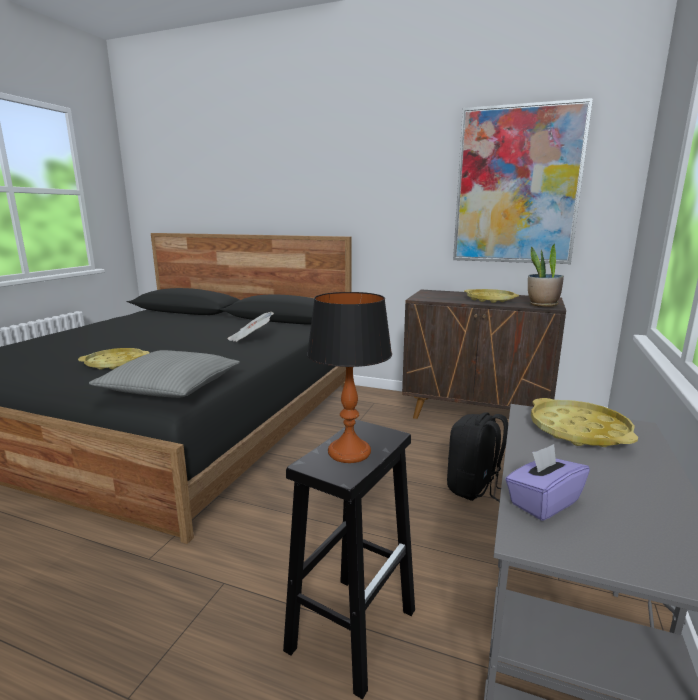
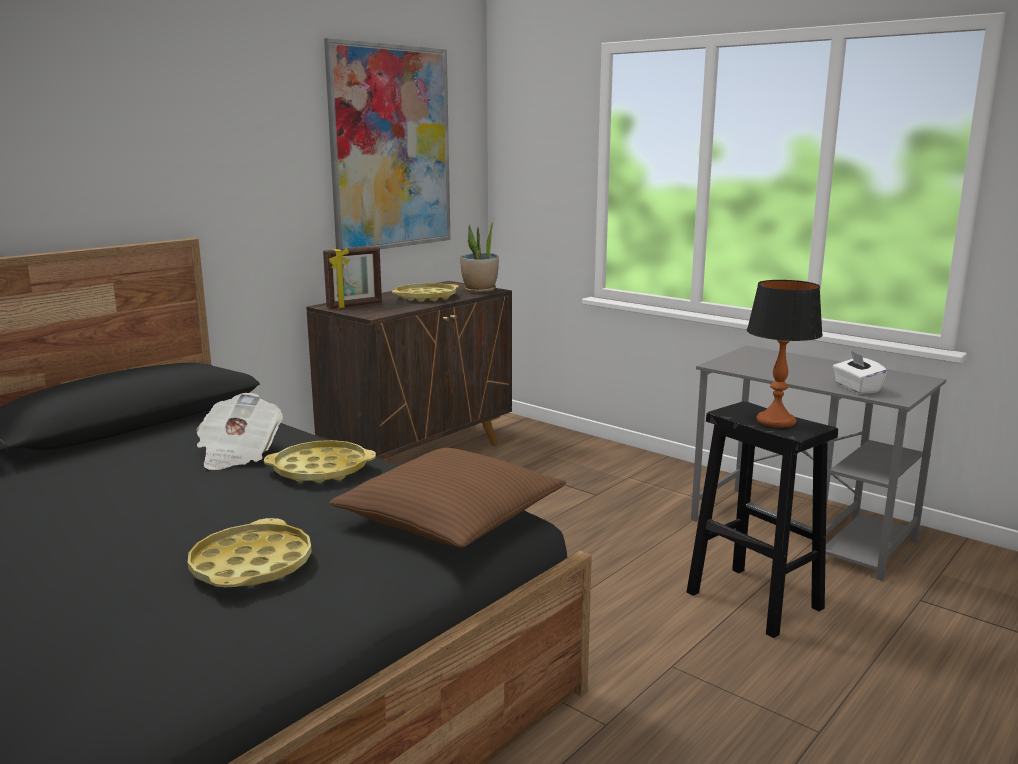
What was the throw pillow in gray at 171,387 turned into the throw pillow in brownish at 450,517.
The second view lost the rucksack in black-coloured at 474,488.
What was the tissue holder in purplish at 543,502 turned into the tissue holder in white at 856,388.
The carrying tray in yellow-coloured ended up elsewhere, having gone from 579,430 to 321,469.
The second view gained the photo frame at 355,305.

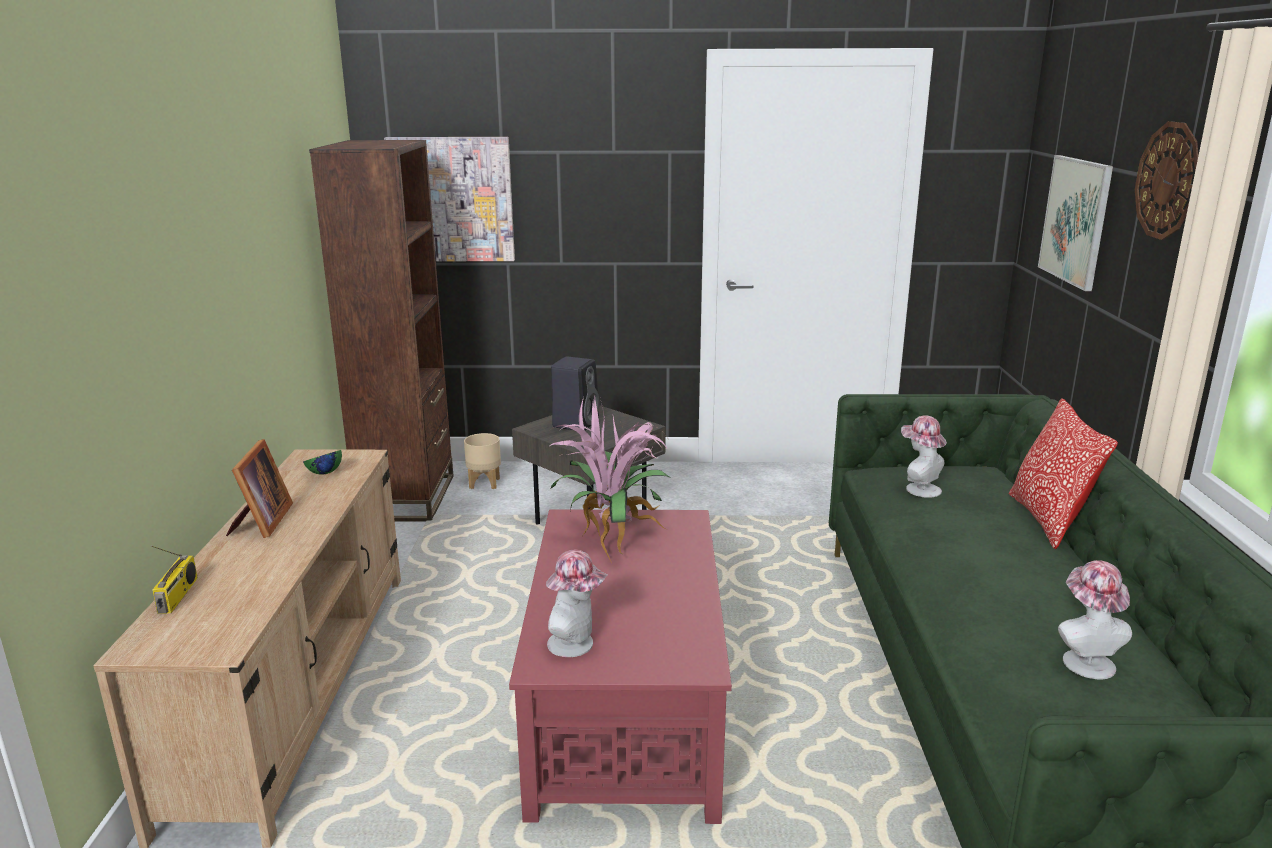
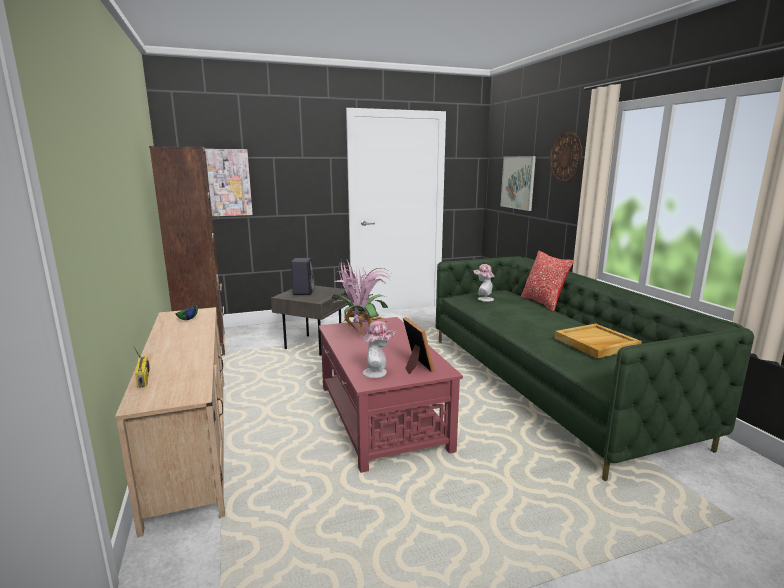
The photo frame ended up elsewhere, having gone from 261,522 to 415,365.
The second view lost the planter in beige at 484,483.
Where the wearable hat stood at 1084,660, the carrying tray in beige came to stand at 596,343.

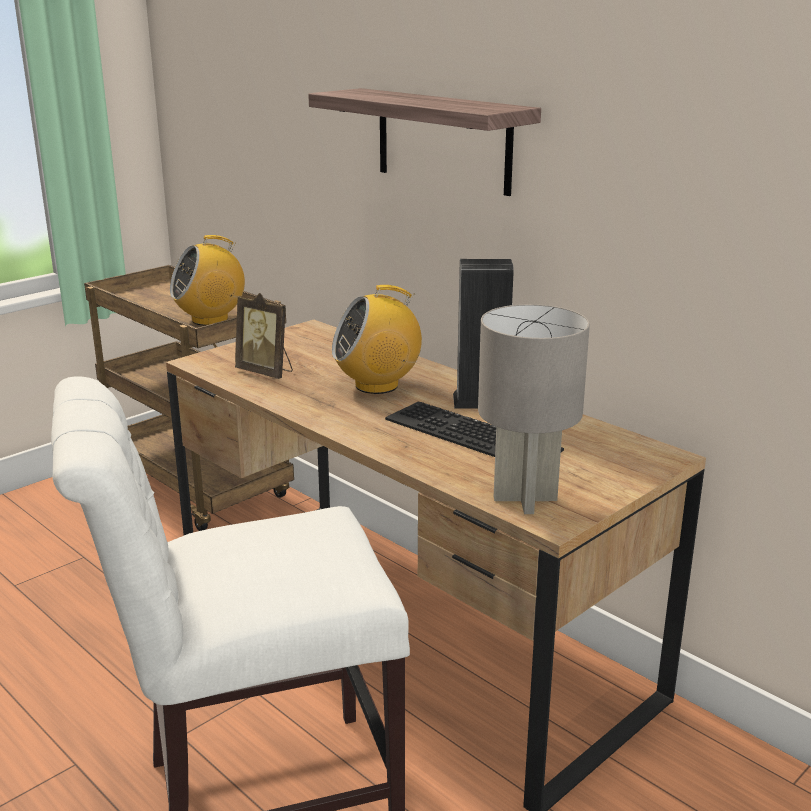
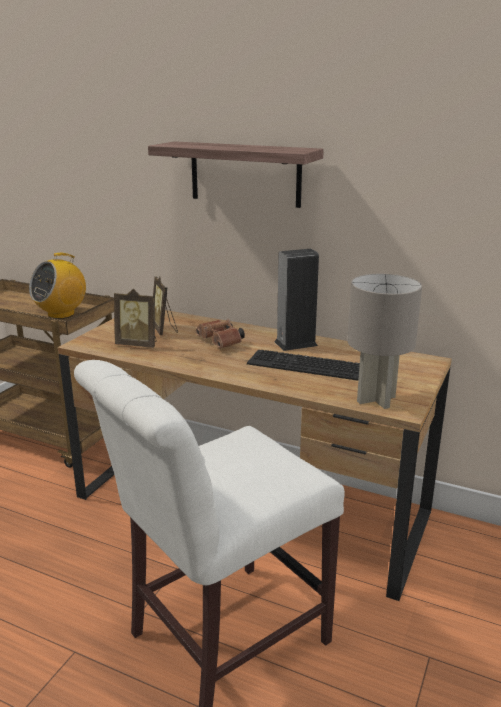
Where the radio stood at 377,385, the pair of binoculars in brownish came to stand at 221,343.
The second view gained the photo frame at 164,329.

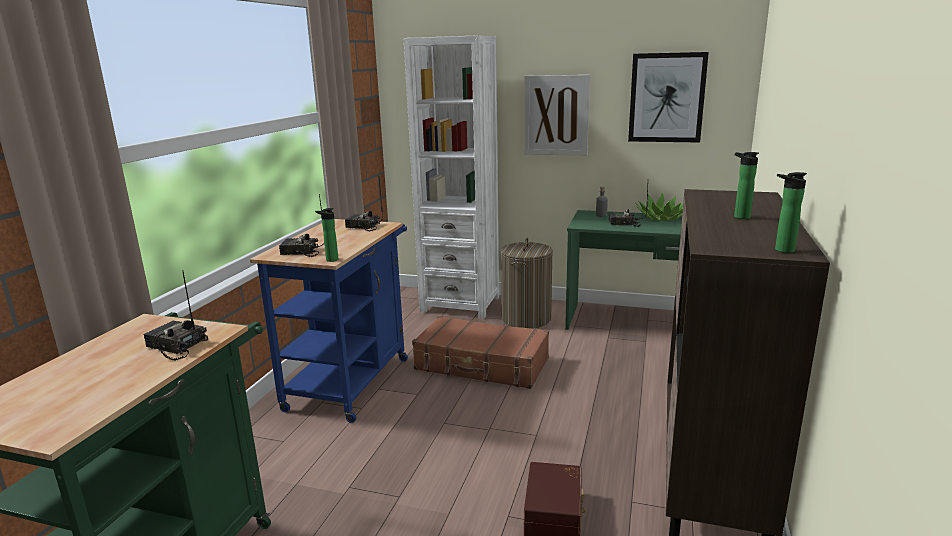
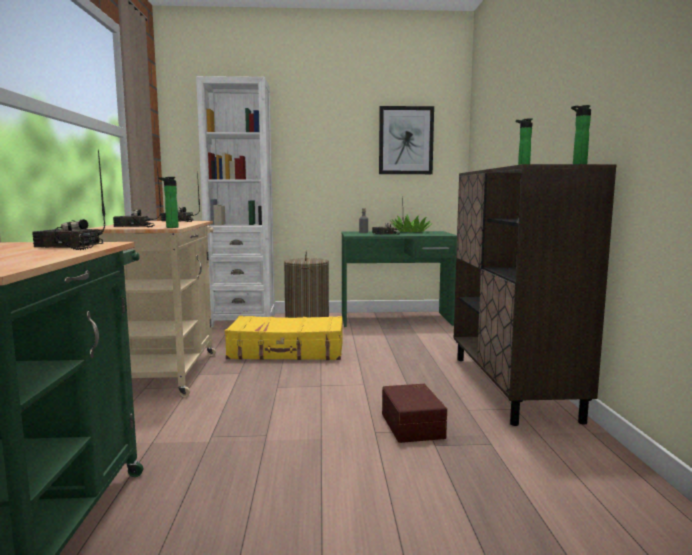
What was the wheeled cart in blue at 351,379 turned into the wheeled cart in beige at 166,371.
What was the travel case in brownish at 482,365 turned into the travel case in yellow-coloured at 287,351.
The second view lost the wall picture at 556,115.

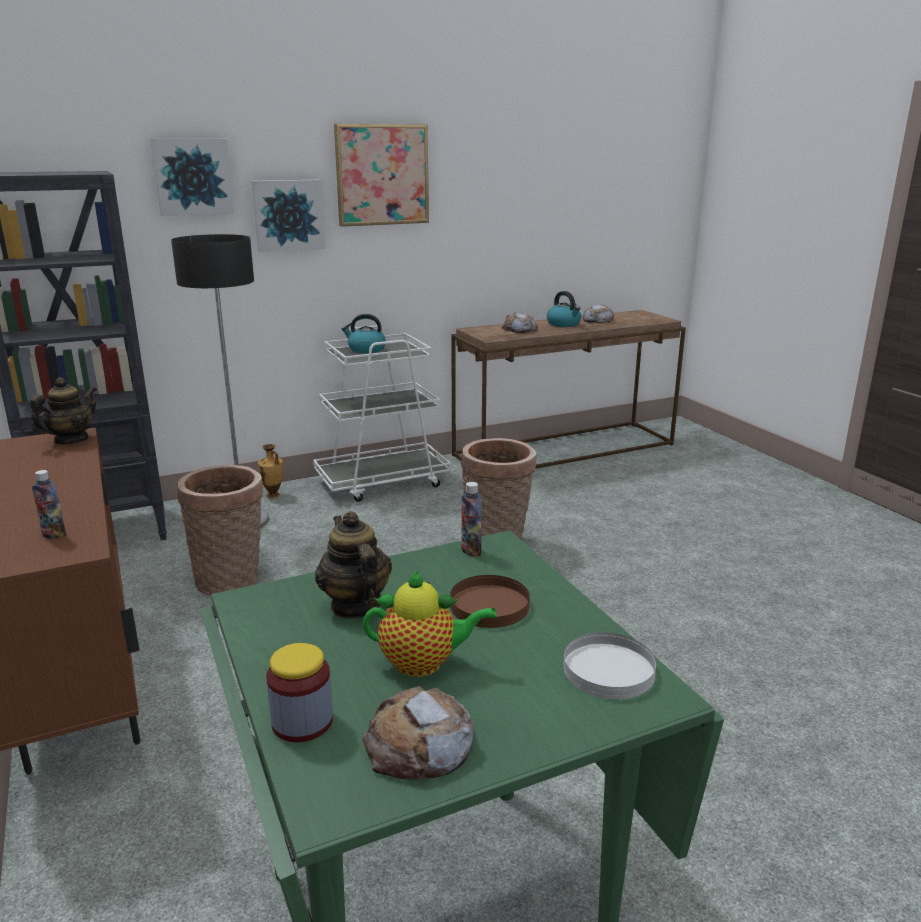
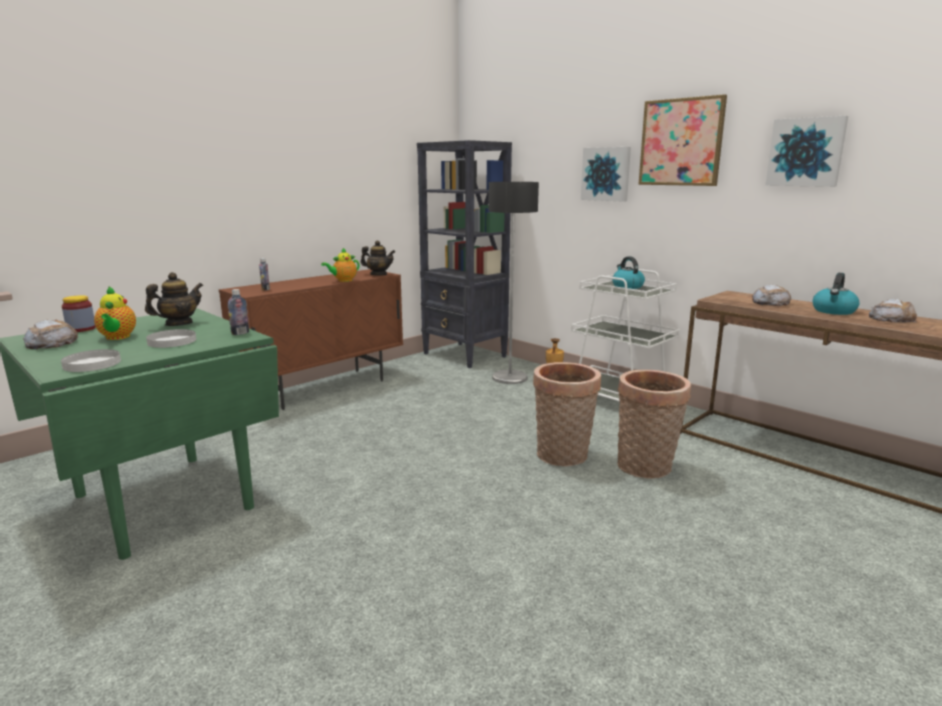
The wall picture ended up elsewhere, having gone from 192,177 to 806,152.
The storage basket ended up elsewhere, having gone from 231,580 to 646,468.
What was the flat dish in brownish at 490,605 turned into the flat dish in white at 172,341.
The second view gained the pot for tea at 343,280.

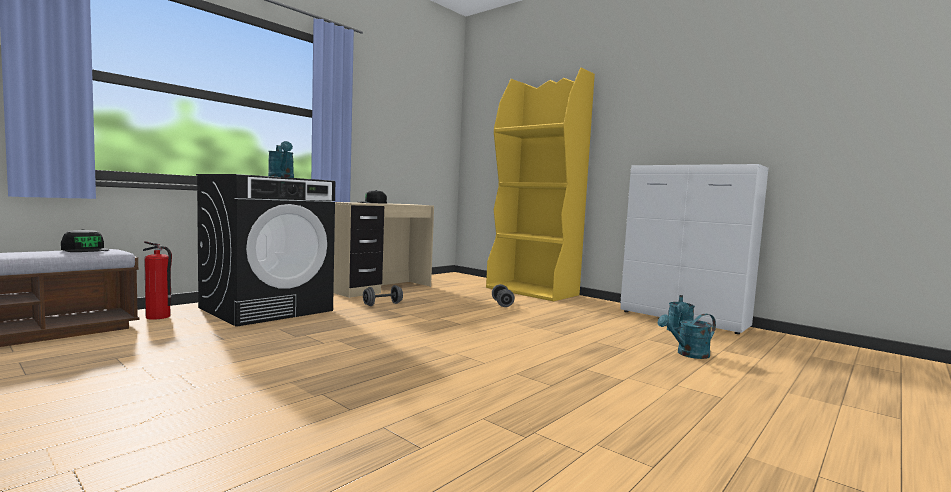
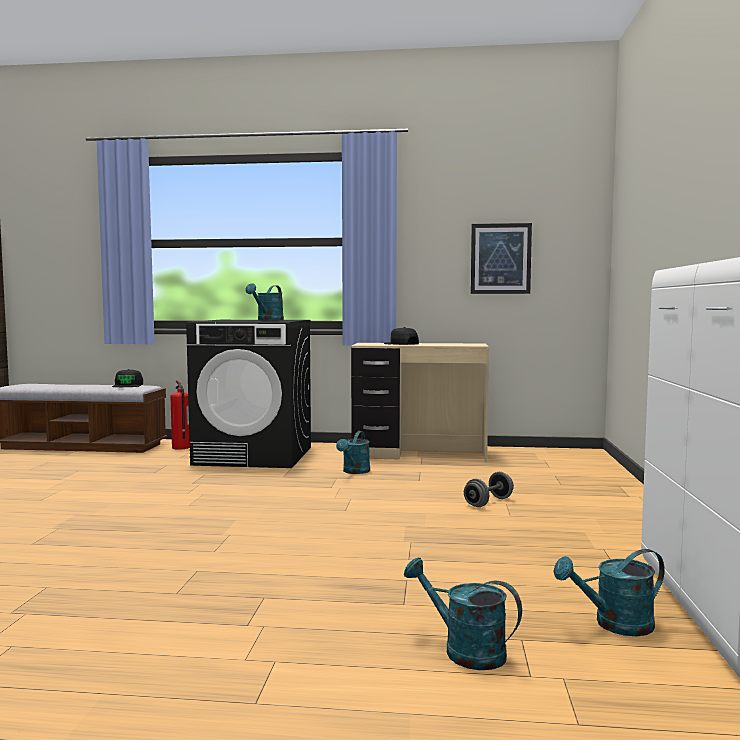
Where the hand weight in gray stood at 382,304, the watering can in blue-green came to stand at 354,472.
The second view lost the shelving unit in yellow-coloured at 532,291.
The second view gained the wall picture at 500,258.

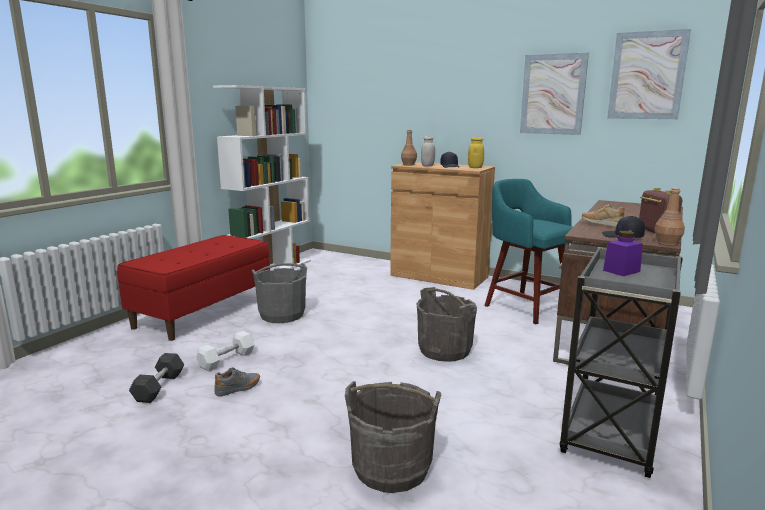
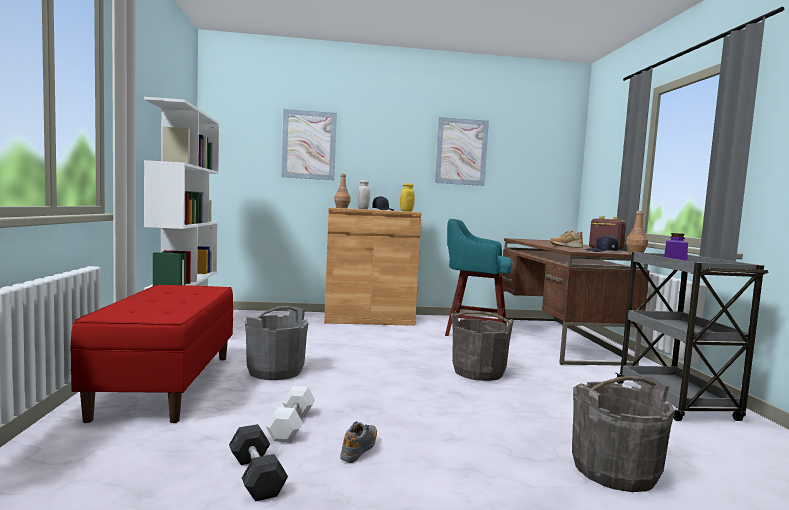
The wall picture ended up elsewhere, having gone from 647,75 to 309,145.

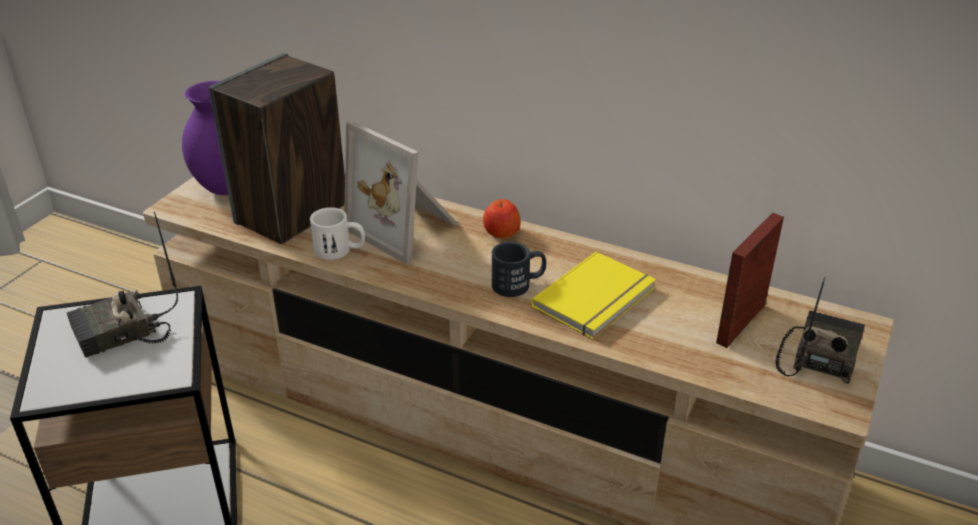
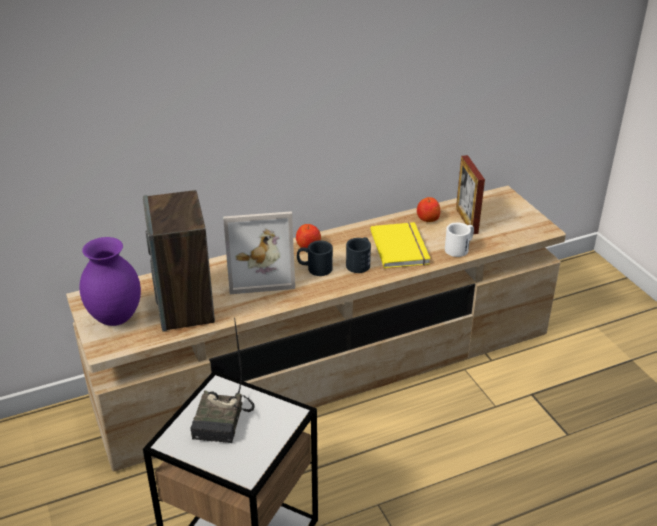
The coffee mug in white ended up elsewhere, having gone from 340,250 to 460,248.
The second view lost the radio at 818,356.
The second view gained the coffee mug in black-coloured at 314,268.
The second view gained the apple at 427,218.

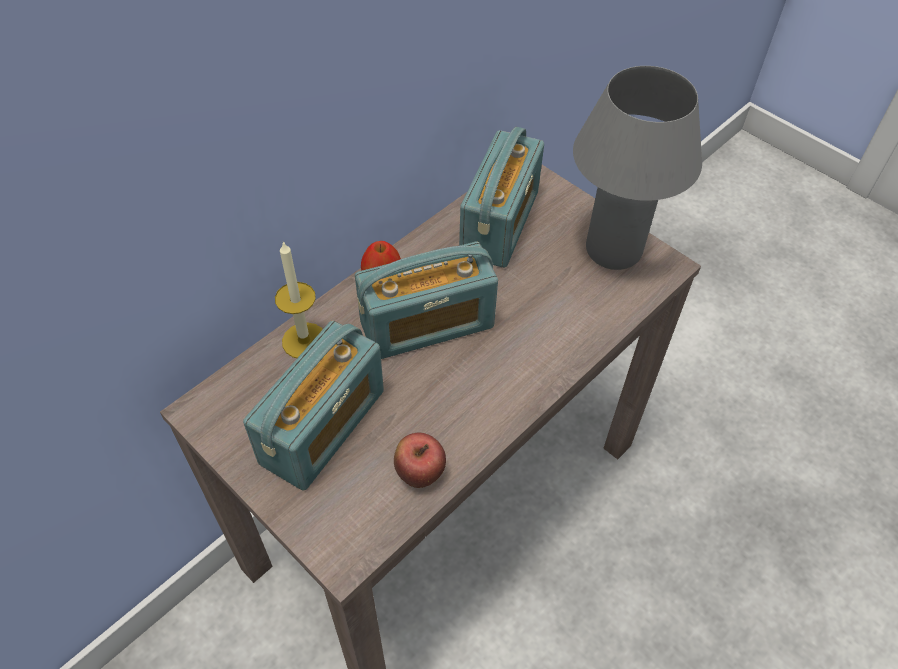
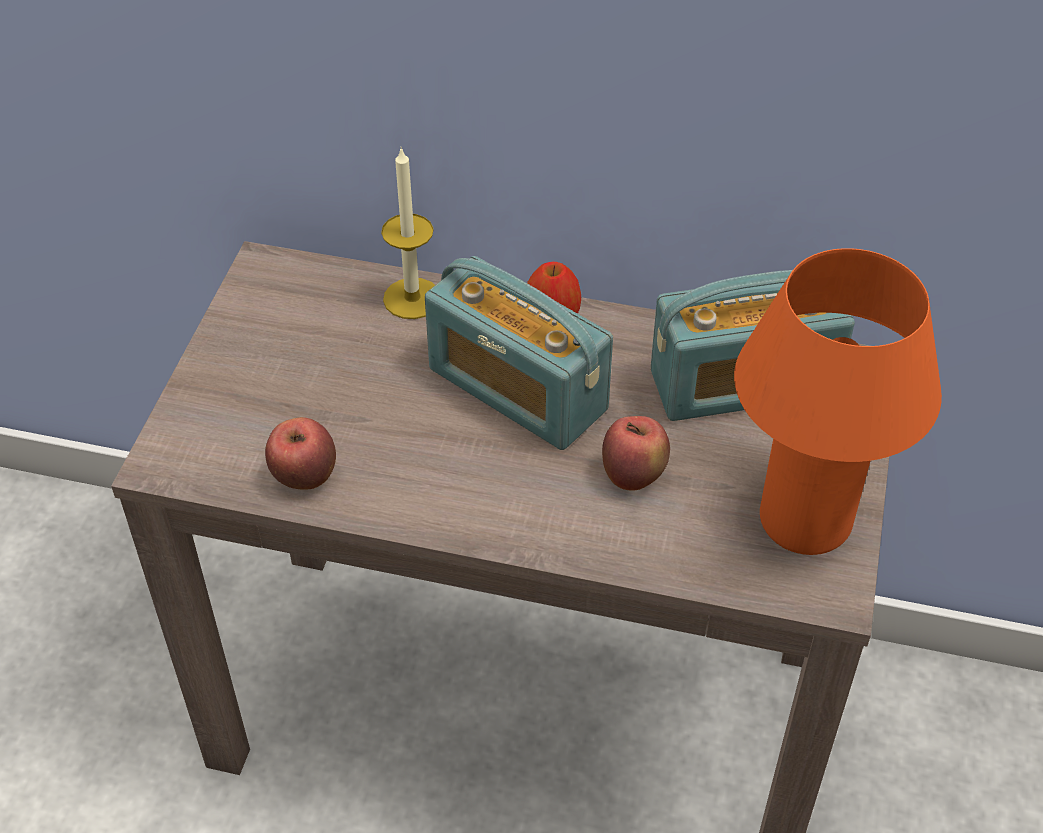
The second view lost the radio at 323,426.
What was the table lamp in gray at 613,250 turned into the table lamp in orangey at 805,521.
The second view gained the apple at 633,476.

